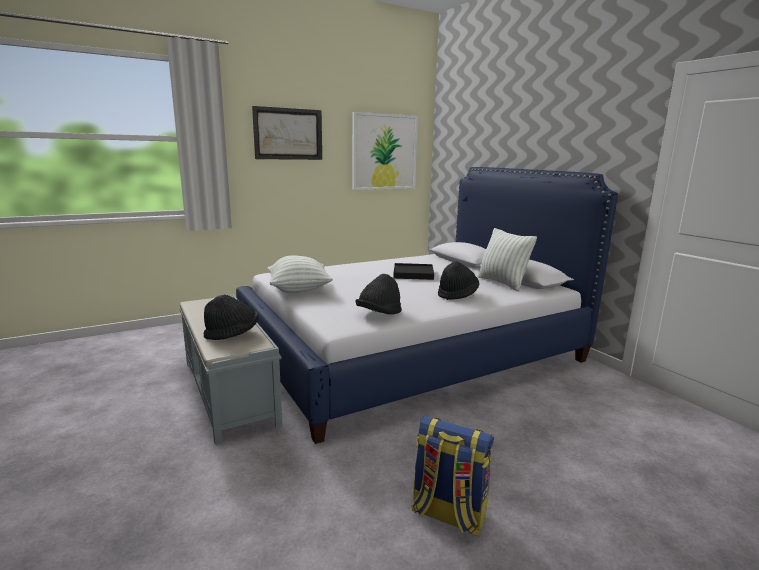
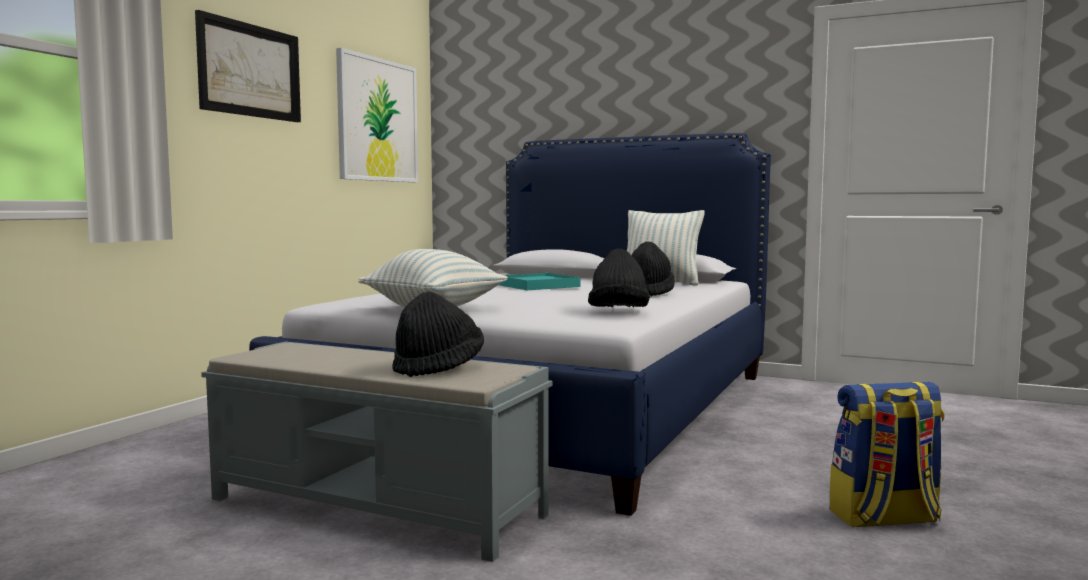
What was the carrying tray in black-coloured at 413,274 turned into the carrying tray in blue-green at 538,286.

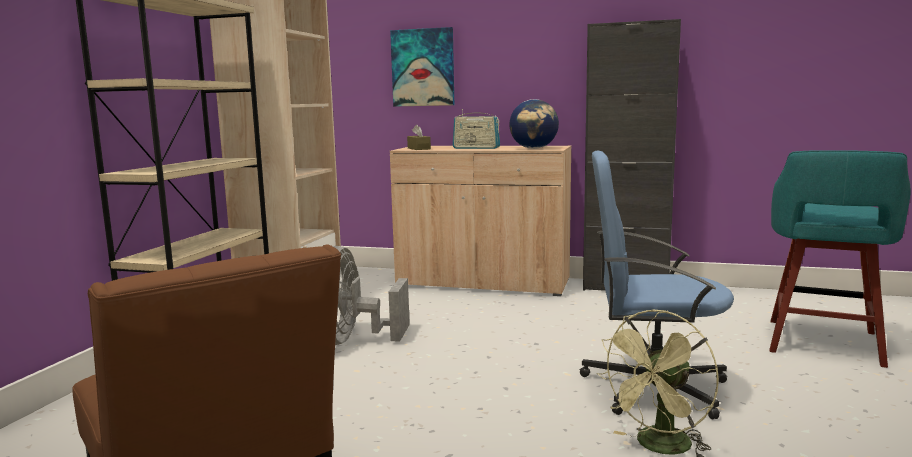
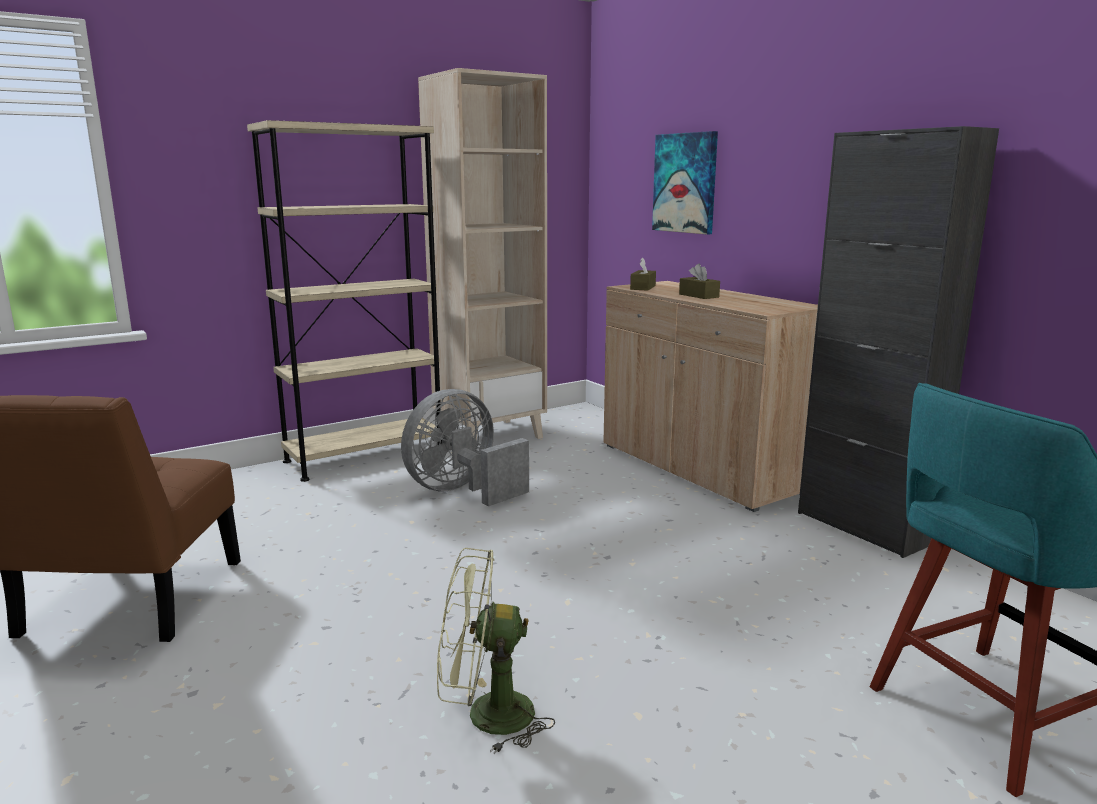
Where the radio stood at 476,148, the tissue holder in brownish came to stand at 698,296.
The second view lost the desk globe at 534,148.
The second view lost the computer chair in blue at 651,387.

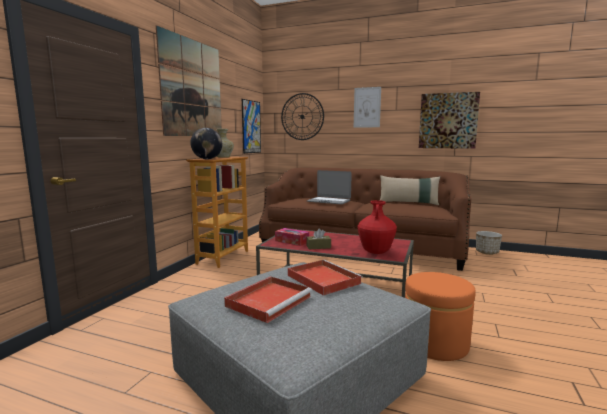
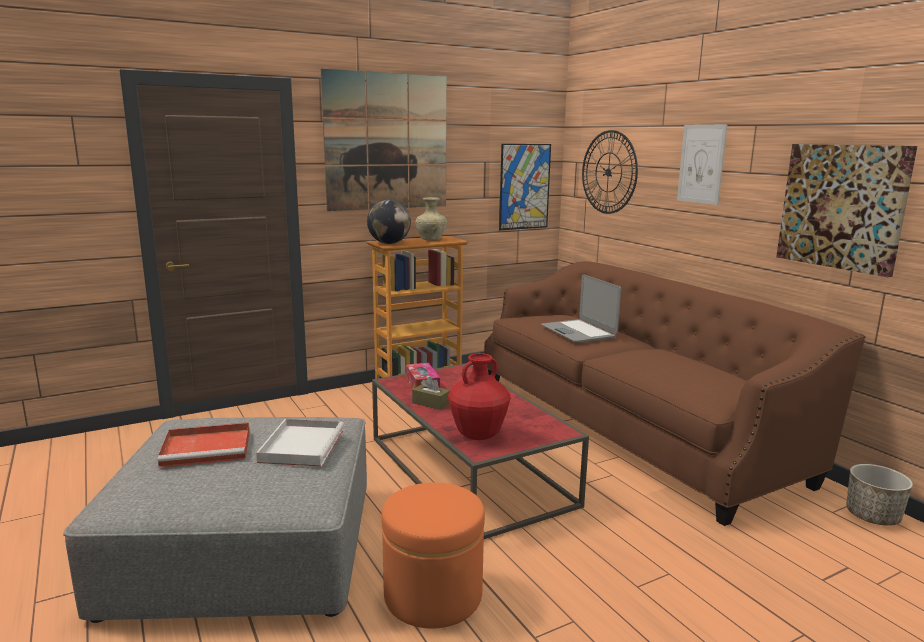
What was the carrying tray in red-coloured at 322,279 turned into the carrying tray in white at 302,445.
The second view lost the throw pillow in beige at 408,203.

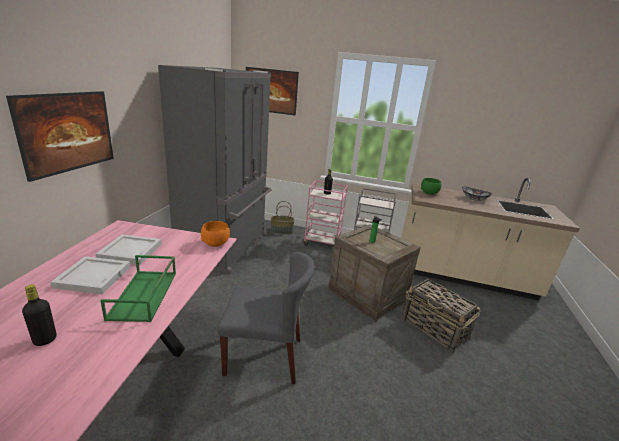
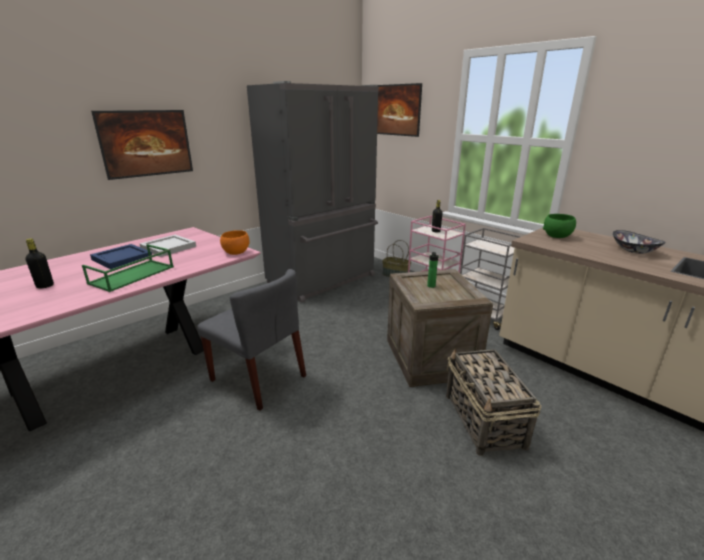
What was the carrying tray in white at 93,276 turned into the carrying tray in blue at 122,258.

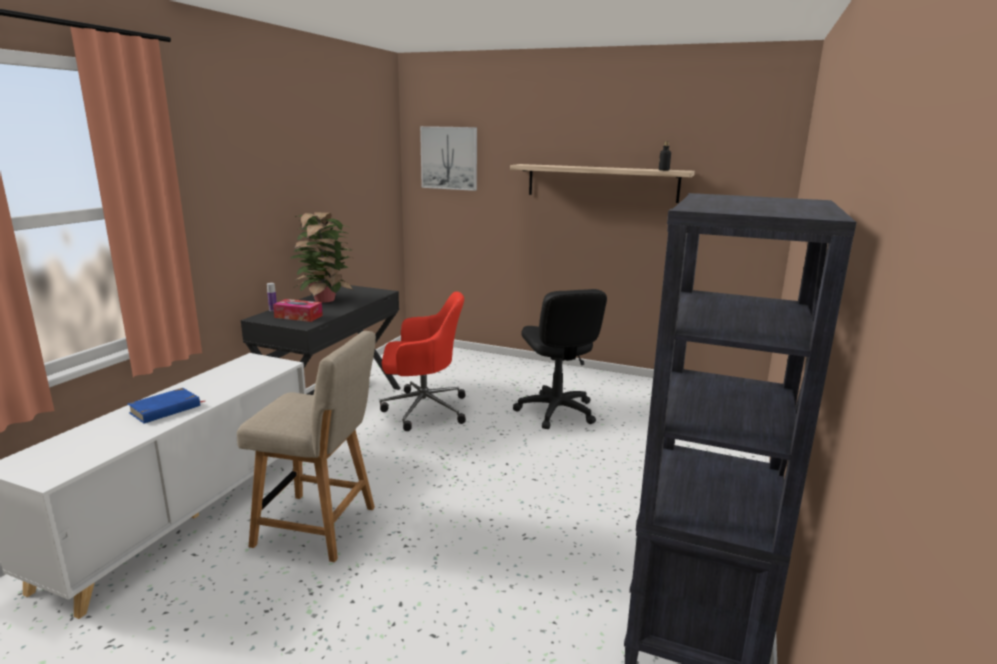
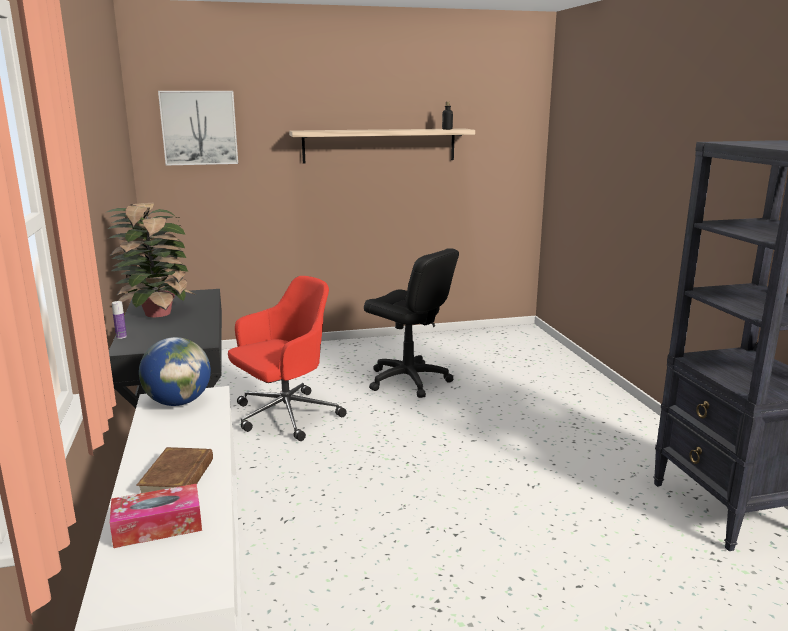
What was the book in blue at 165,409 turned into the book in brownish at 178,477.
The second view lost the plain chair in beige at 320,527.
The tissue holder ended up elsewhere, having gone from 298,316 to 158,526.
The second view gained the desk globe at 178,402.

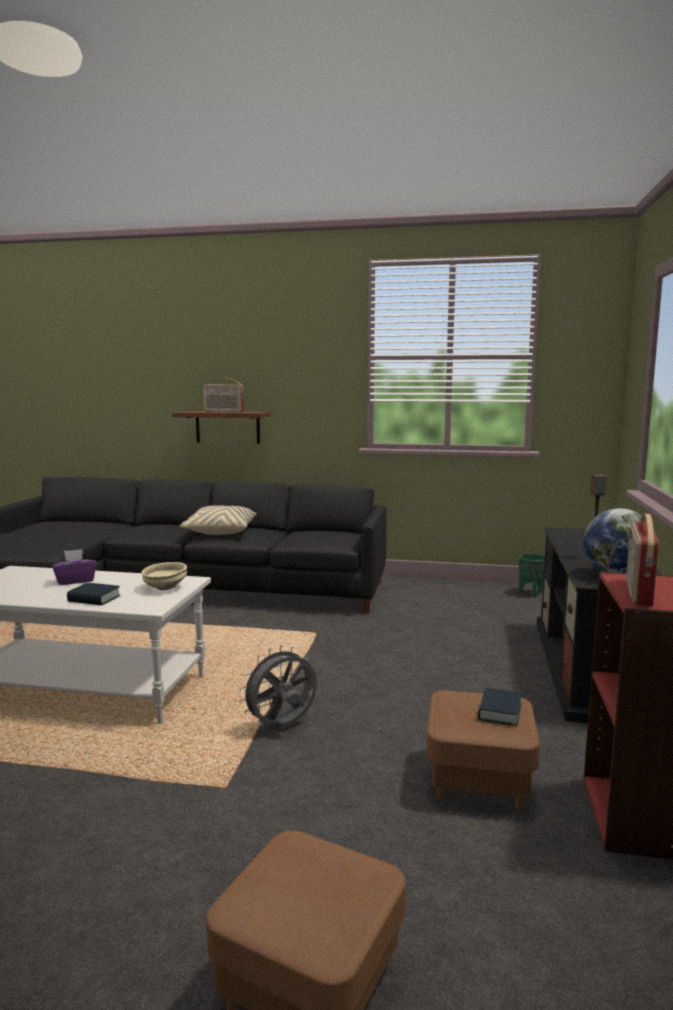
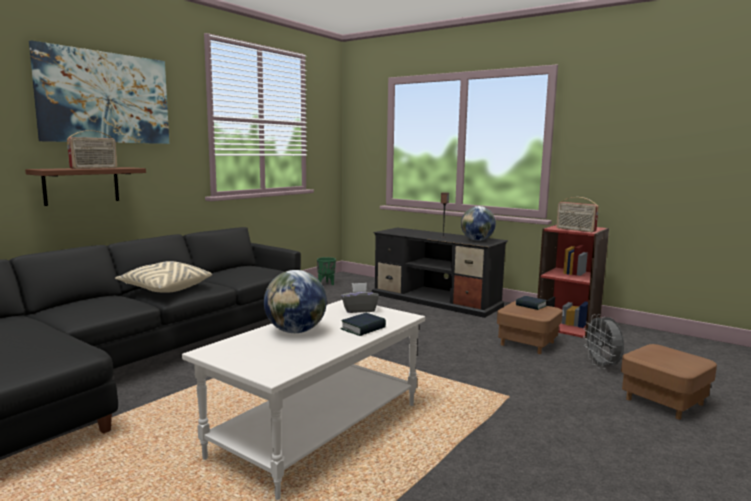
Where the tissue holder in purplish stood at 75,581, the desk globe came to stand at 296,331.
Where the deep dish in beige stood at 164,588, the tissue holder in gray came to stand at 359,310.
The electric fan in gray ended up elsewhere, having gone from 282,727 to 602,366.
The second view gained the wall picture at 105,98.

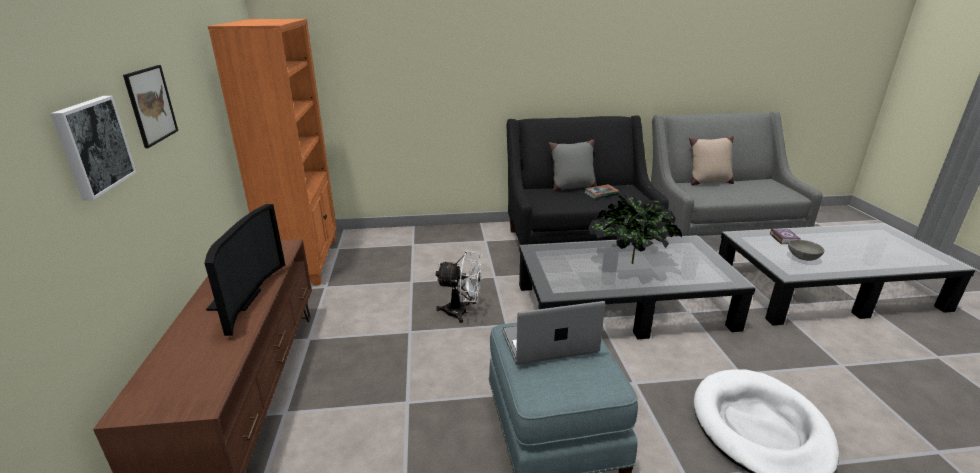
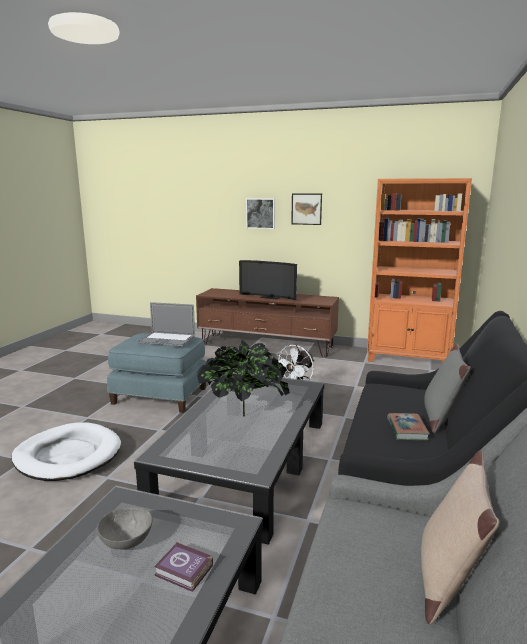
The laptop at 549,342 ended up facing another way, 90 degrees clockwise from before.

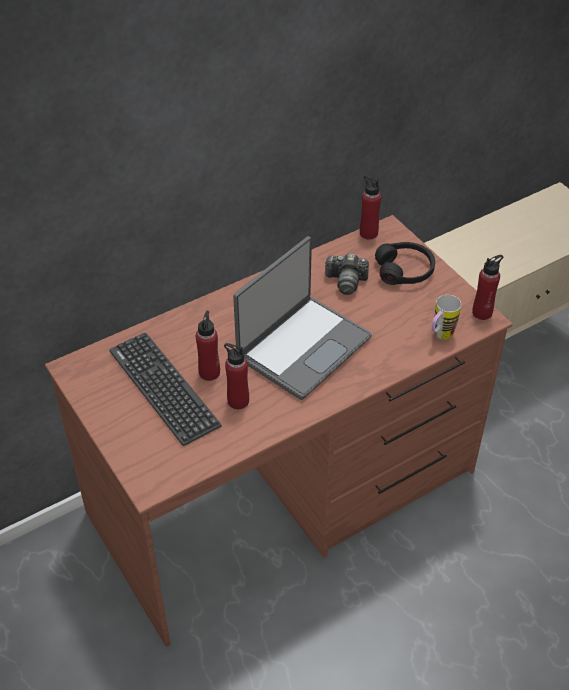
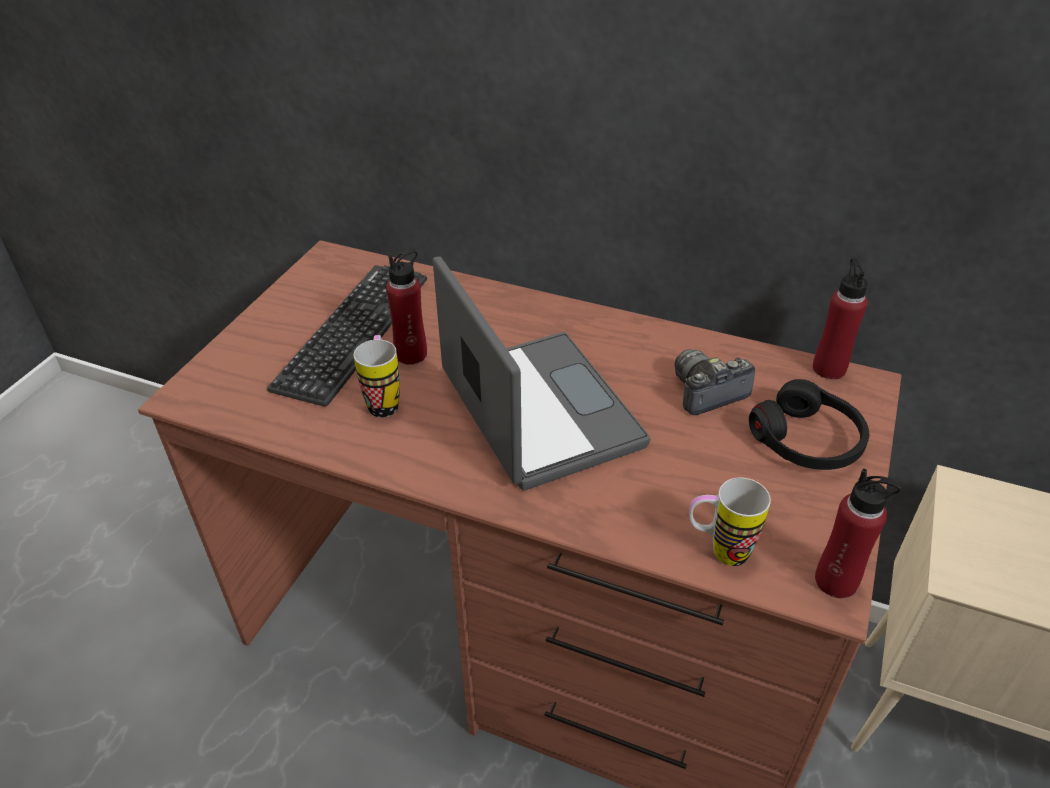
Where the beverage bottle in red-coloured stood at 238,401, the coffee mug came to stand at 383,400.
The laptop at 302,347 ended up facing another way, 120 degrees counterclockwise from before.
The photo camera at 346,281 ended up facing another way, 90 degrees clockwise from before.

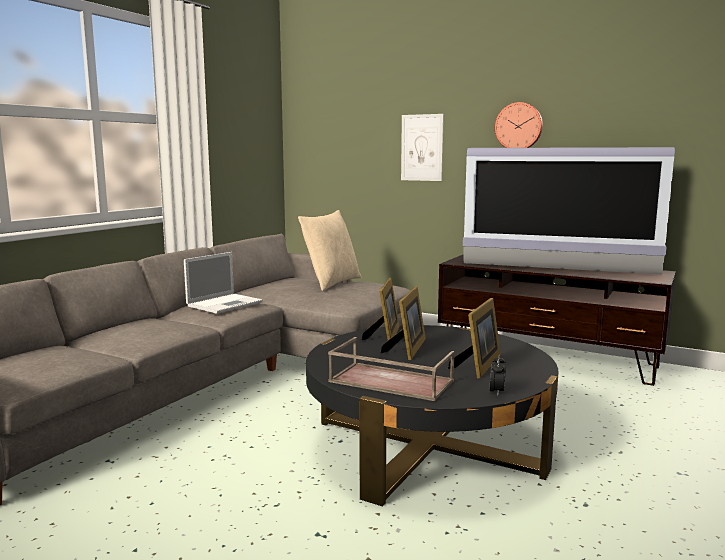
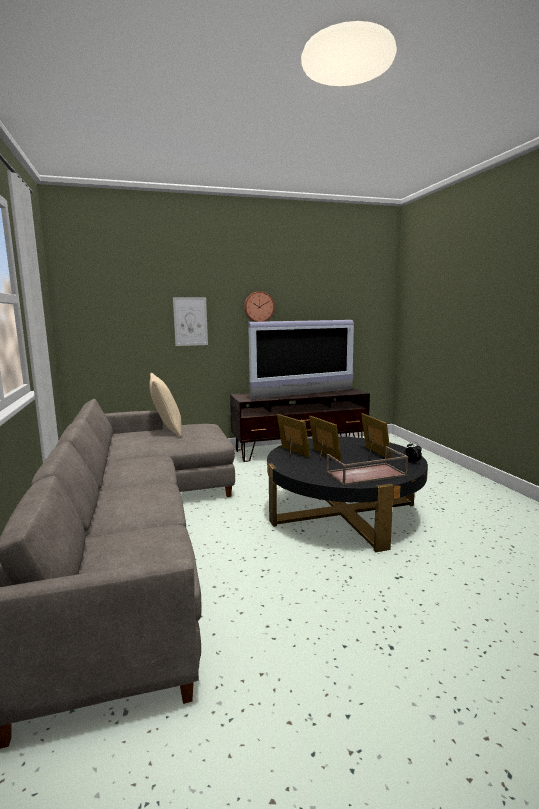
The second view lost the laptop at 225,304.

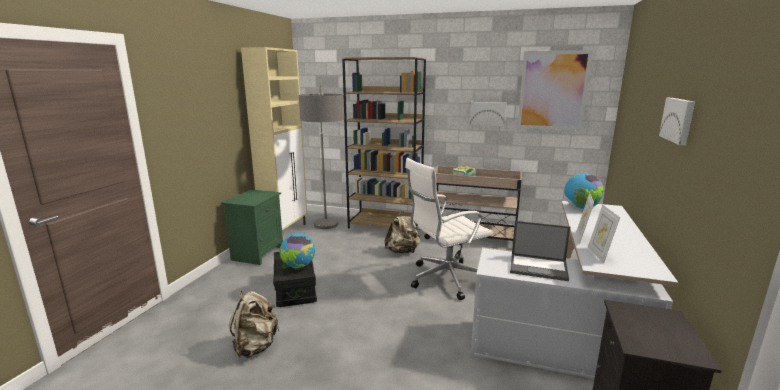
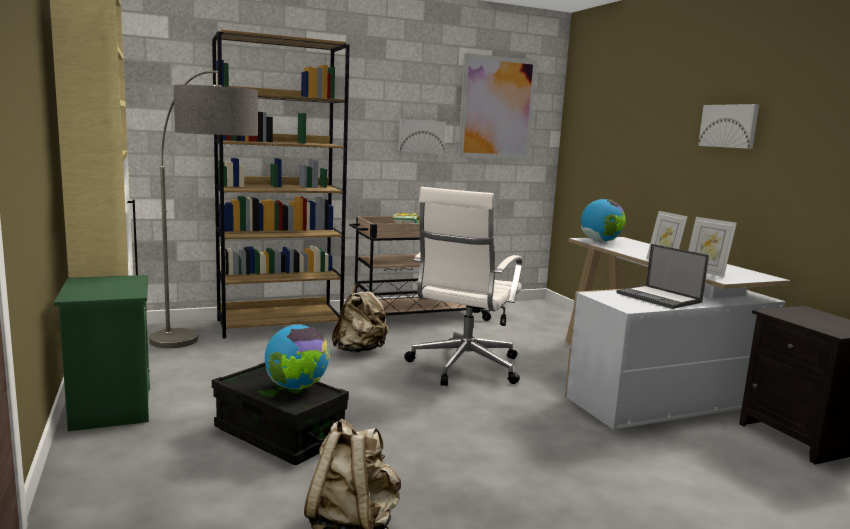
The laptop at 539,267 ended up facing another way, 75 degrees clockwise from before.

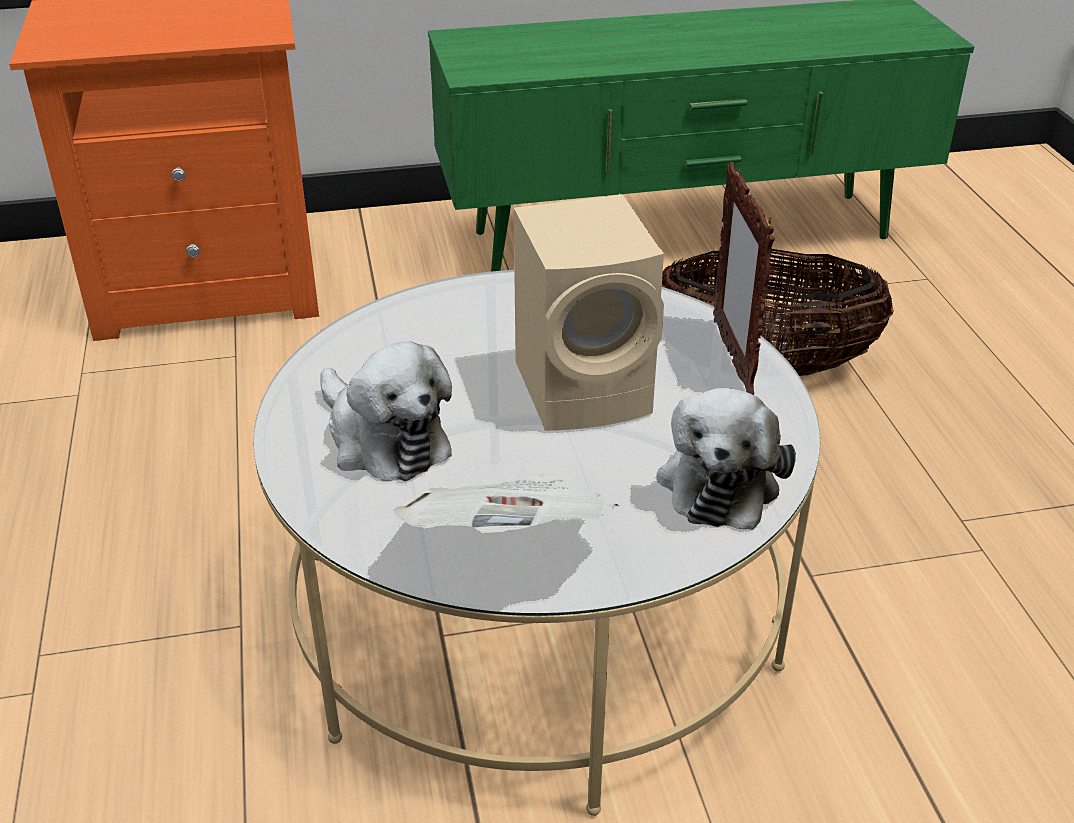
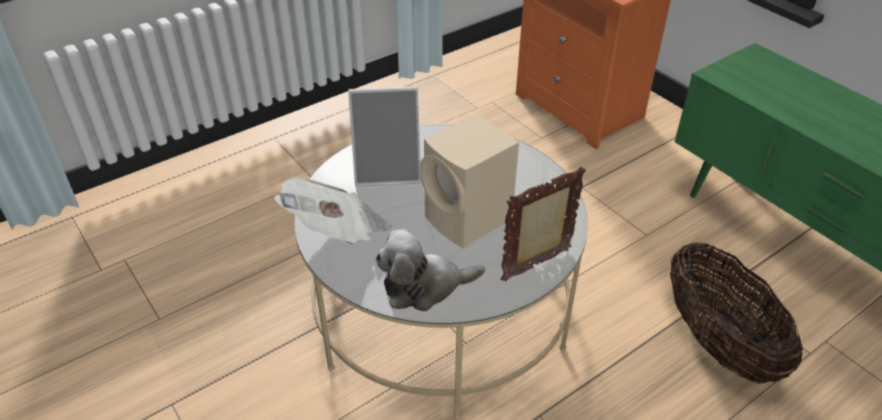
Where the soft toy stood at 384,439, the photo frame came to stand at 388,171.

